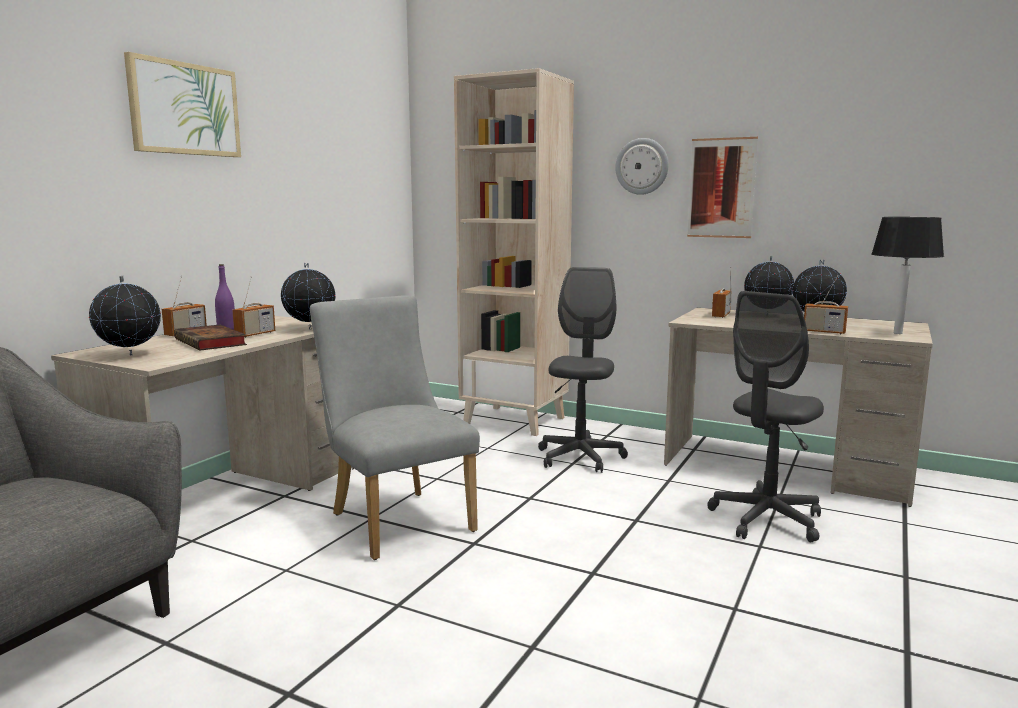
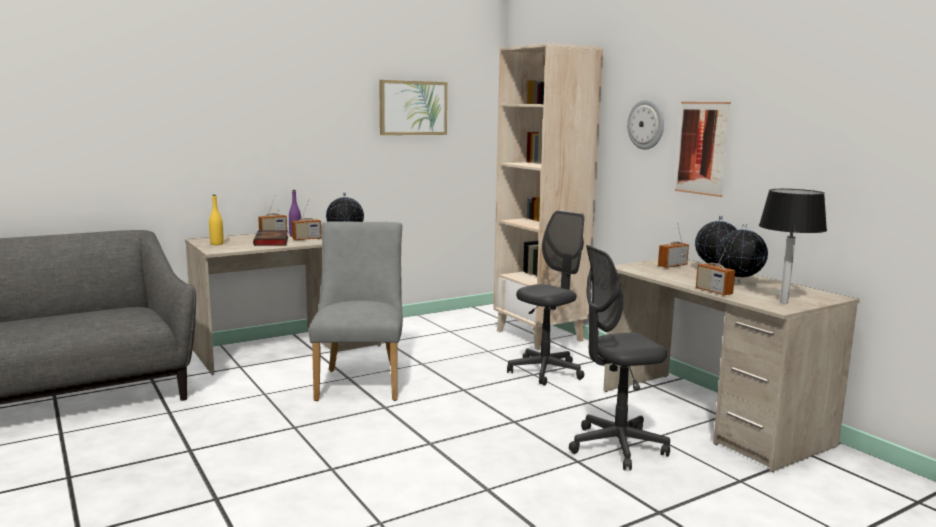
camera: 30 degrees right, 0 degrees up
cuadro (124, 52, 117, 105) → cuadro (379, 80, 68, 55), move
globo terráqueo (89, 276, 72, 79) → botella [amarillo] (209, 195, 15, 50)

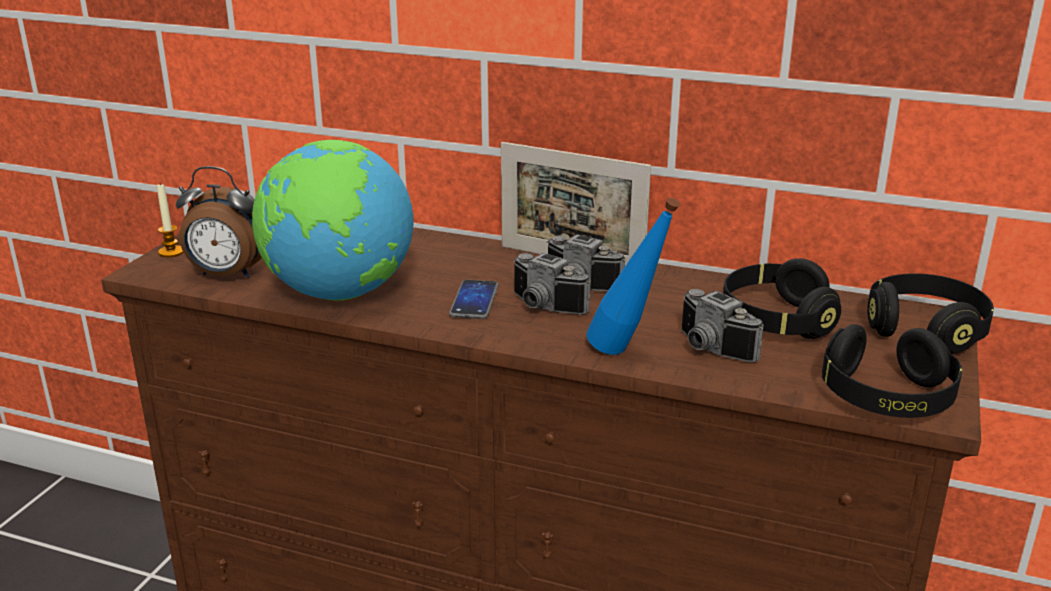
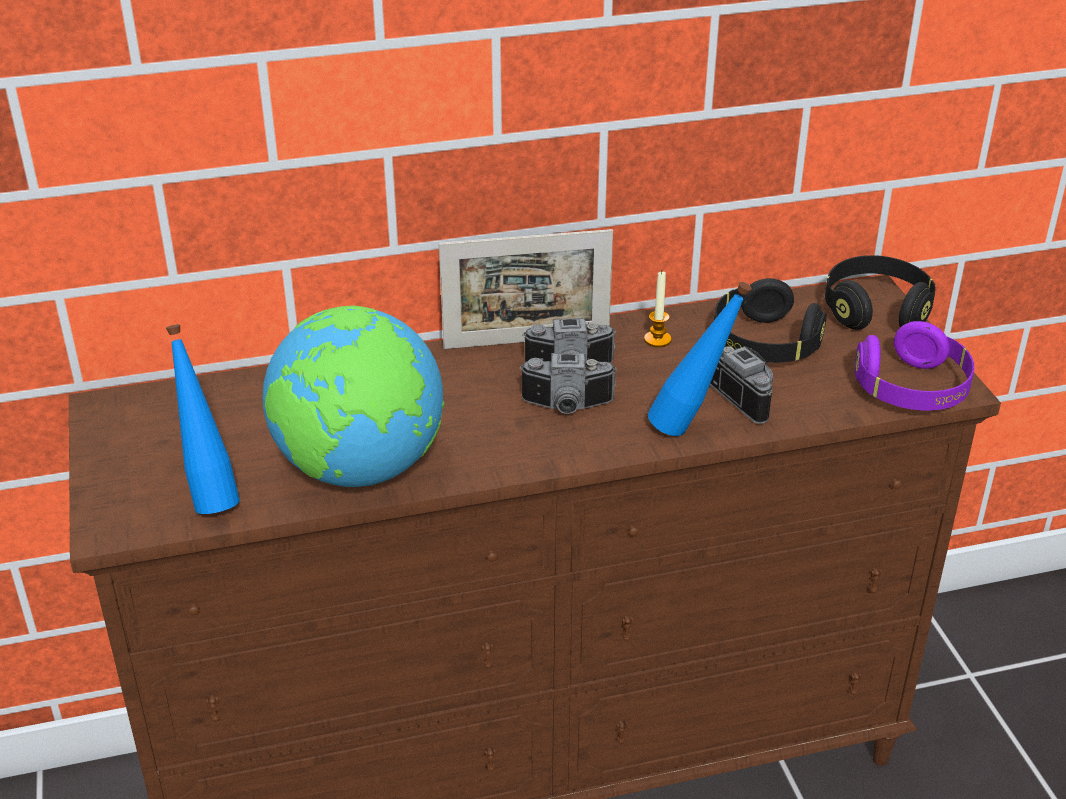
camera: 35 degrees left, 10 degrees up
móvil (449, 280, 49, 39) → -
vela (157, 184, 27, 73) → vela (644, 272, 28, 75), move
despertador (176, 166, 86, 112) → botella [azul] (166, 324, 74, 190)
auriculares [negro] (822, 324, 140, 94) → auriculares [morado] (855, 321, 120, 90)
cámara (681, 289, 83, 73) → cámara (710, 346, 63, 78), 135 degrees counterclockwise

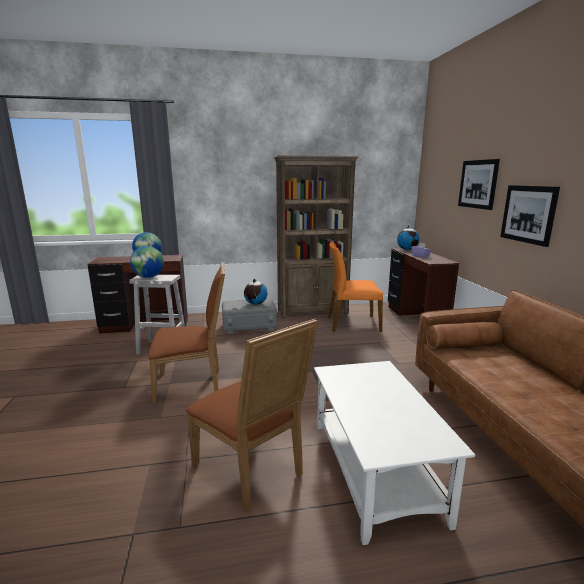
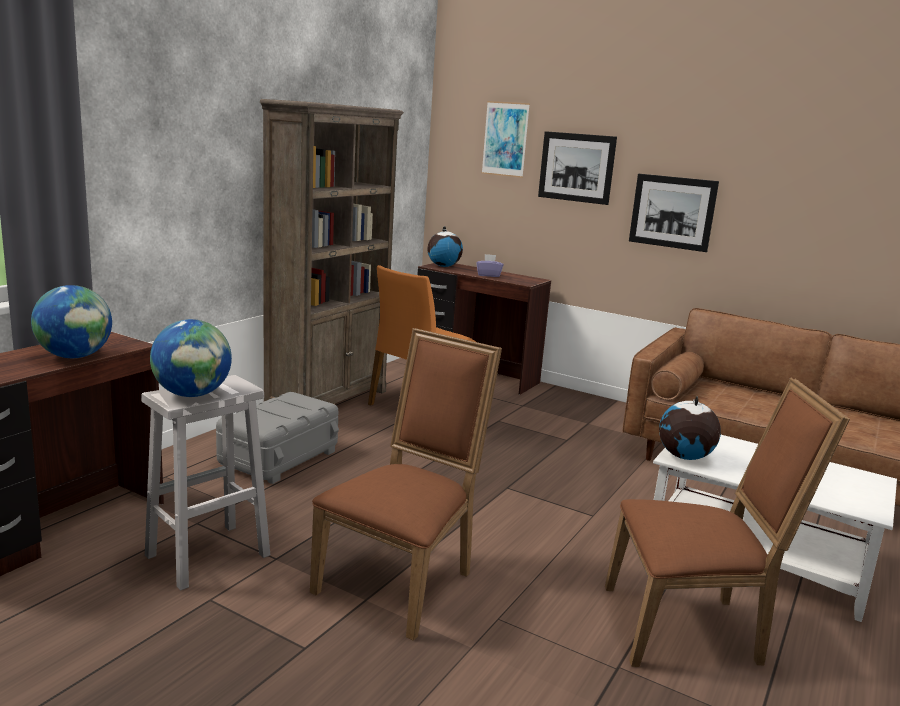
camera: 50 degrees left, 0 degrees up
- → cuadro (482, 101, 48, 77)
globo terráqueo (244, 279, 24, 26) → globo terráqueo (659, 395, 62, 65), move

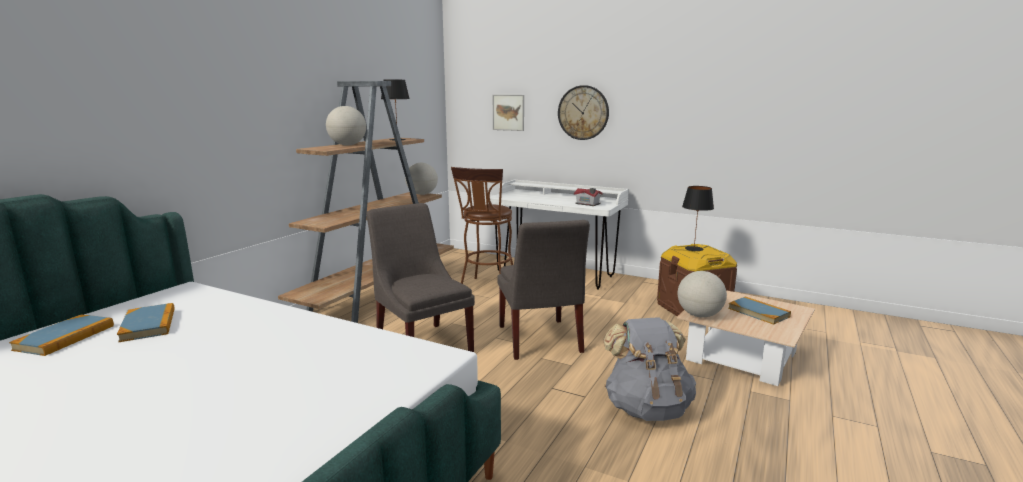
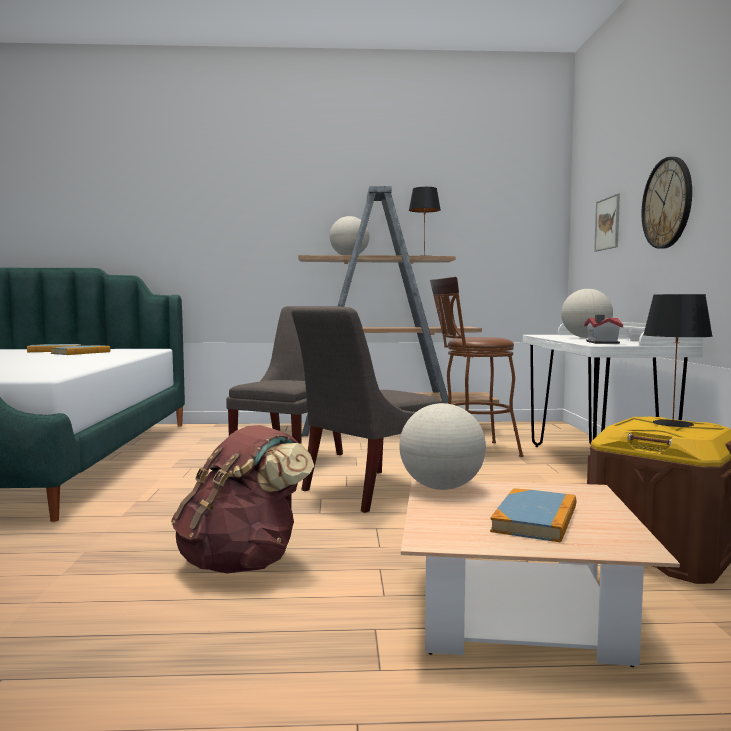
camera: 60 degrees right, 10 degrees down
globo terráqueo (405, 163, 33, 32) → globo terráqueo (561, 289, 52, 49), move
mochila [gris] (604, 317, 92, 104) → mochila [marrón] (171, 425, 143, 148)

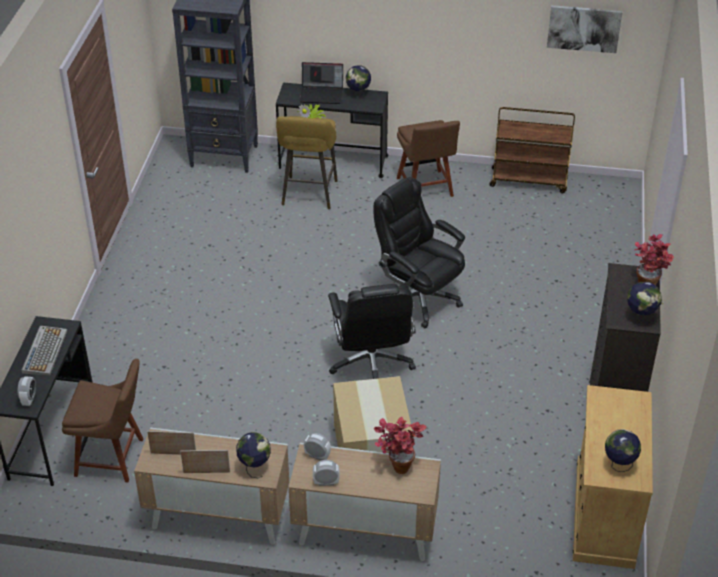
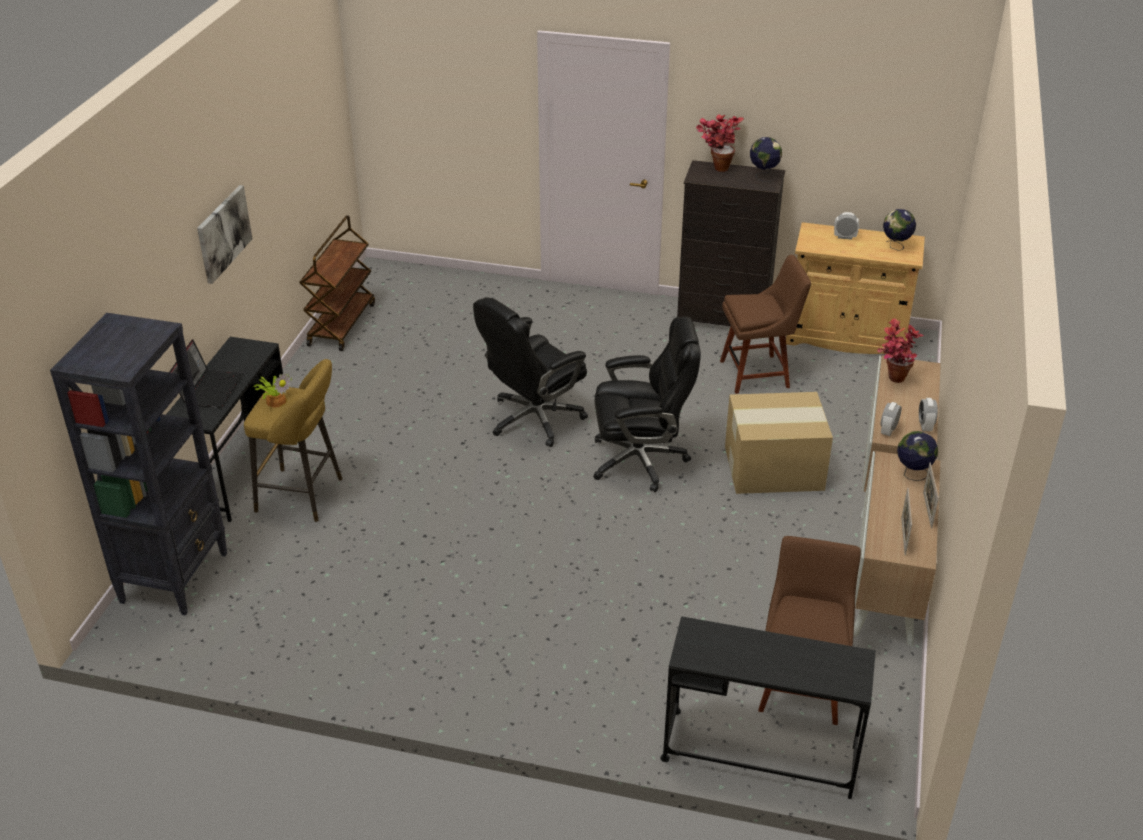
camera: 85 degrees left, 5 degrees down
teclado (21, 326, 46, 50) → -
globo terráqueo (346, 65, 25, 32) → -
despertador (18, 377, 18, 29) → despertador (834, 212, 25, 28), move
silla [marrón] (397, 120, 63, 77) → silla [marrón] (720, 255, 91, 139), move
cuadro (547, 5, 75, 48) → cuadro (197, 185, 55, 99), move

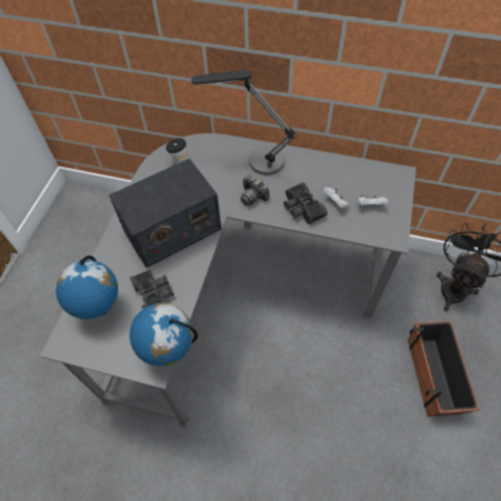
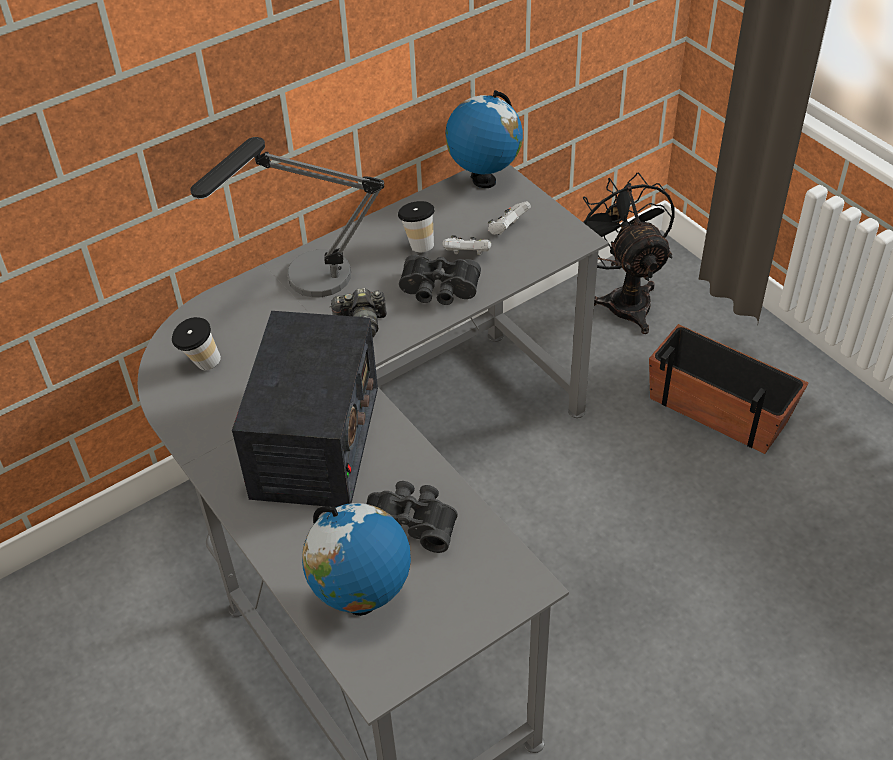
camera: 50 degrees left, 10 degrees down
- → taza (398, 201, 36, 51)
globo terráqueo (129, 303, 69, 63) → globo terráqueo (445, 90, 78, 98), move

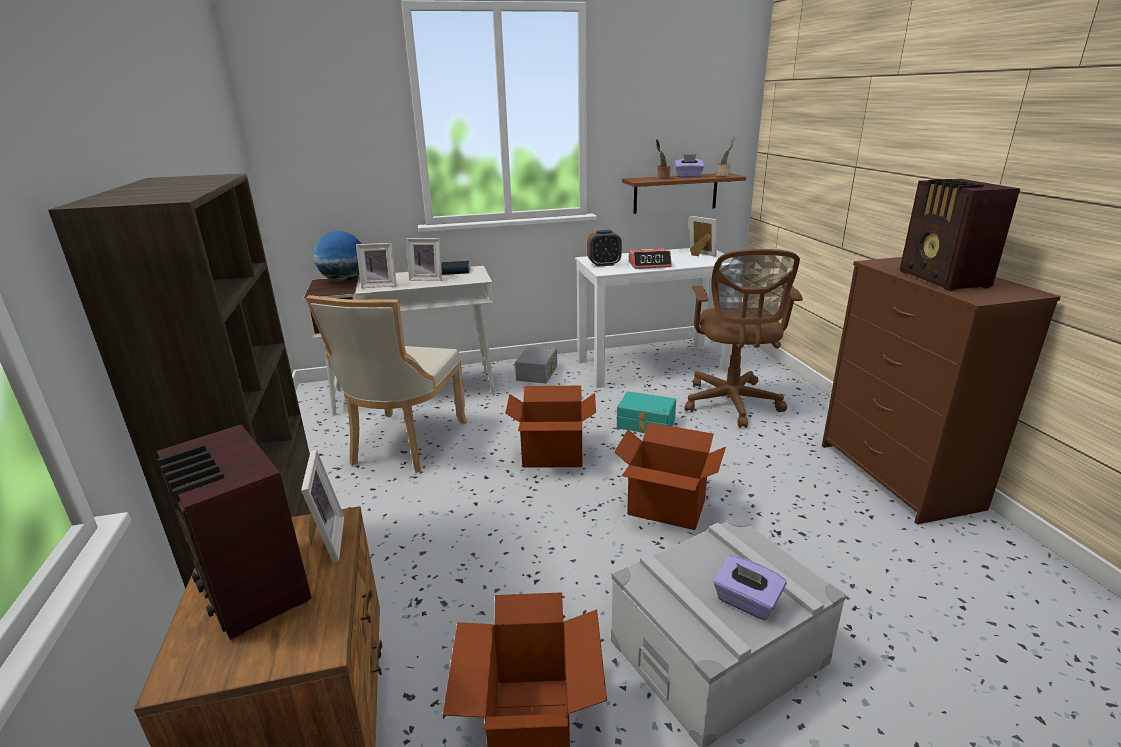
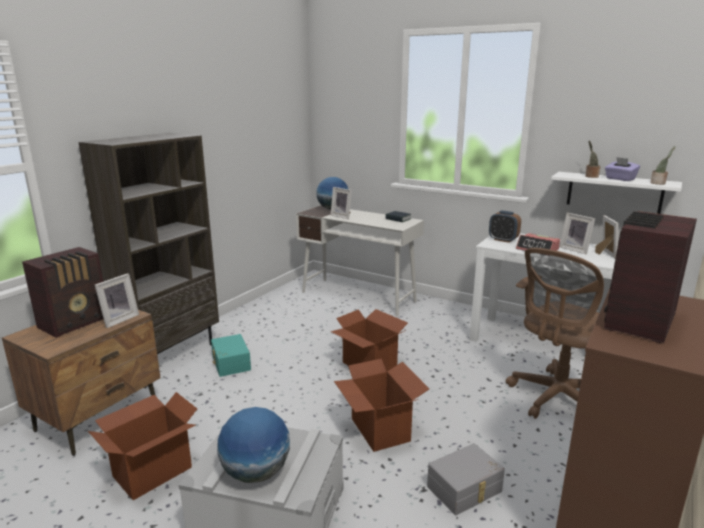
camera: 45 degrees right, 5 degrees down
silla [beis] (306, 295, 162, 178) → -
portarretratos (406, 238, 36, 43) → portarretratos (559, 213, 36, 41), move
caja de almacenaje [gris] (515, 346, 42, 37) → caja de almacenaje [gris] (427, 443, 78, 72), move
caja de almacenaje [turquesa] (617, 391, 59, 42) → caja de almacenaje [turquesa] (211, 334, 40, 43), move
caja de pañuelos [morado] (713, 555, 74, 65) → globo terráqueo (217, 407, 73, 76)
estante [marrón] (622, 173, 124, 41) → estante [blanco] (551, 172, 131, 42)
radio (157, 425, 155, 215) → radio (22, 247, 82, 91), 150 degrees counterclockwise

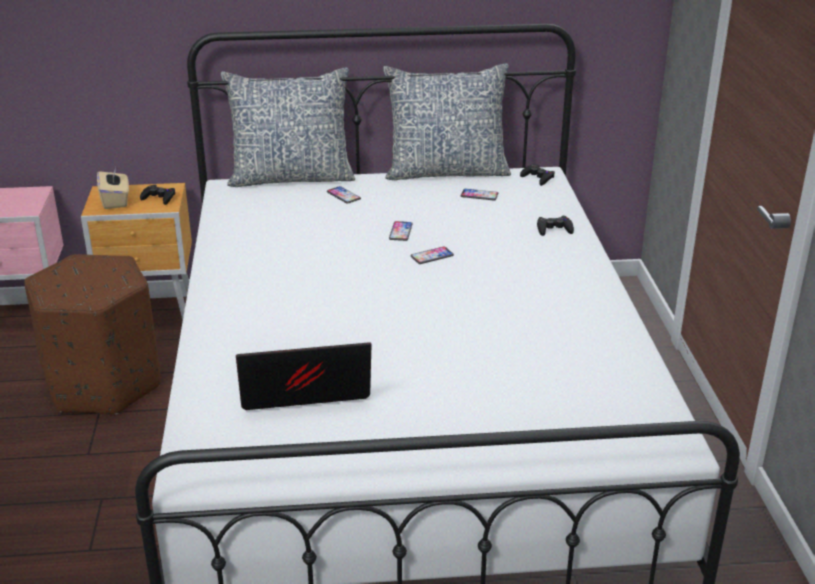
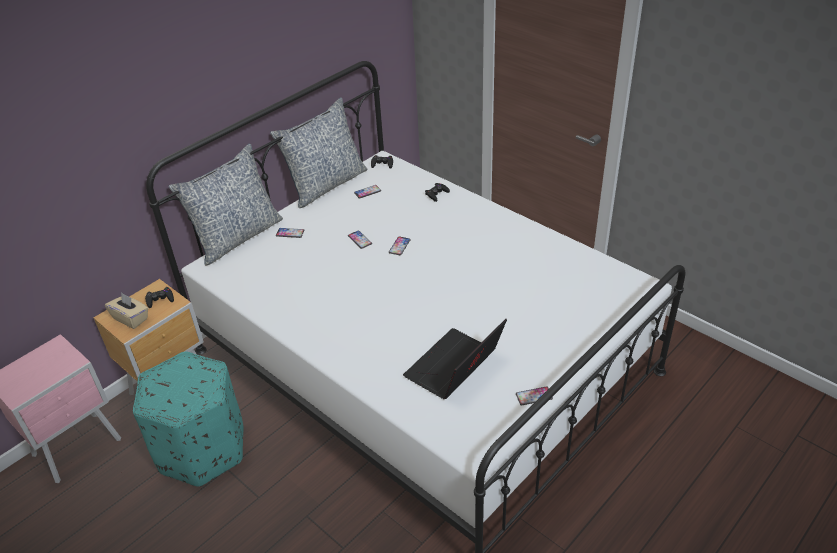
camera: 40 degrees left, 10 degrees up
- → móvil (516, 386, 37, 20)
puf [marrón] (24, 254, 137, 160) → puf [turquesa] (133, 352, 111, 135)

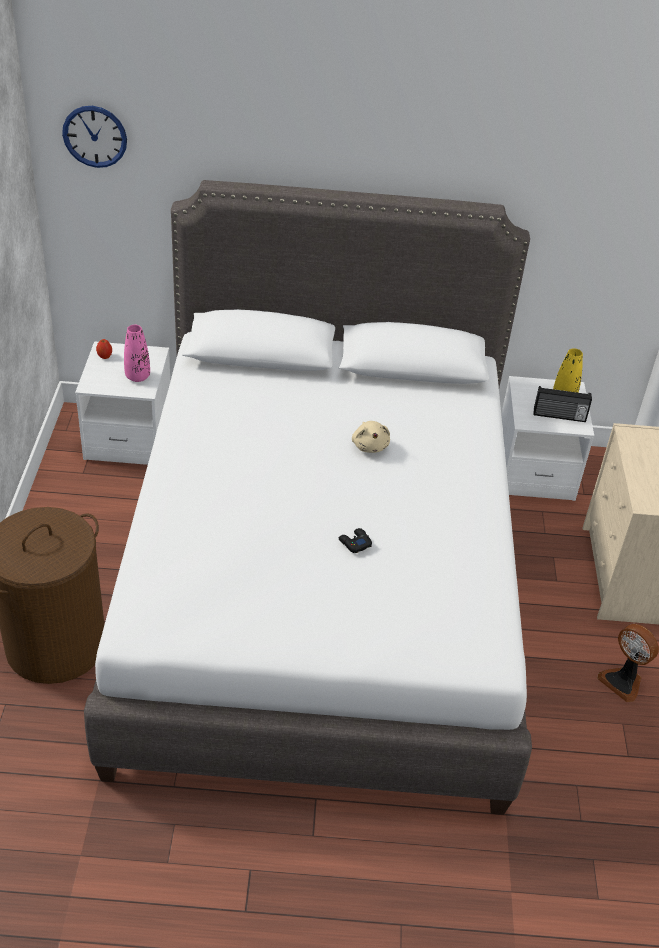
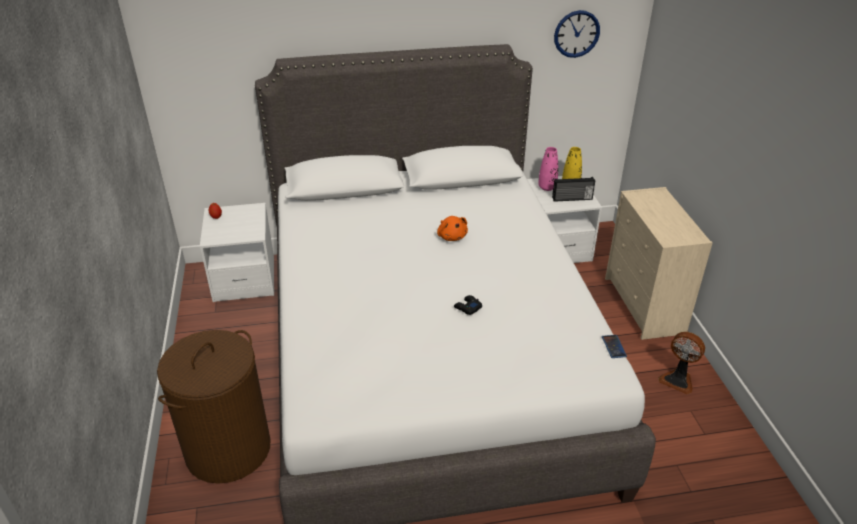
camera: 10 degrees left, 5 degrees down
- → móvil (602, 335, 25, 23)
reloj de pared (62, 106, 65, 62) → reloj de pared (554, 10, 46, 48), move
florero [rosa] (124, 325, 26, 57) → florero [rosa] (538, 147, 20, 44), move
peluche [beis] (352, 421, 38, 32) → peluche [naranja] (437, 216, 31, 25)

